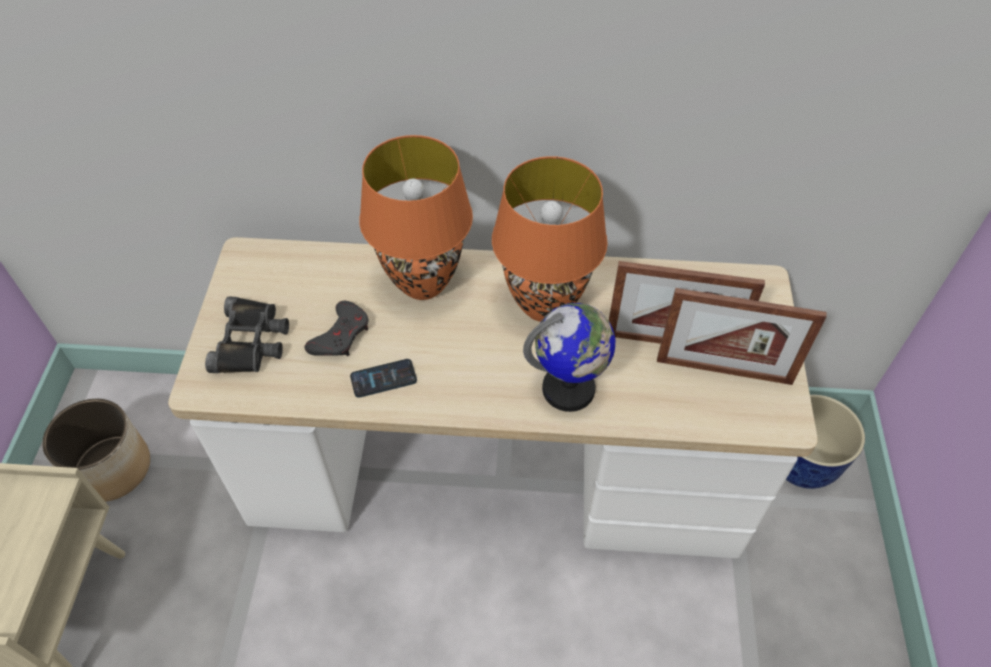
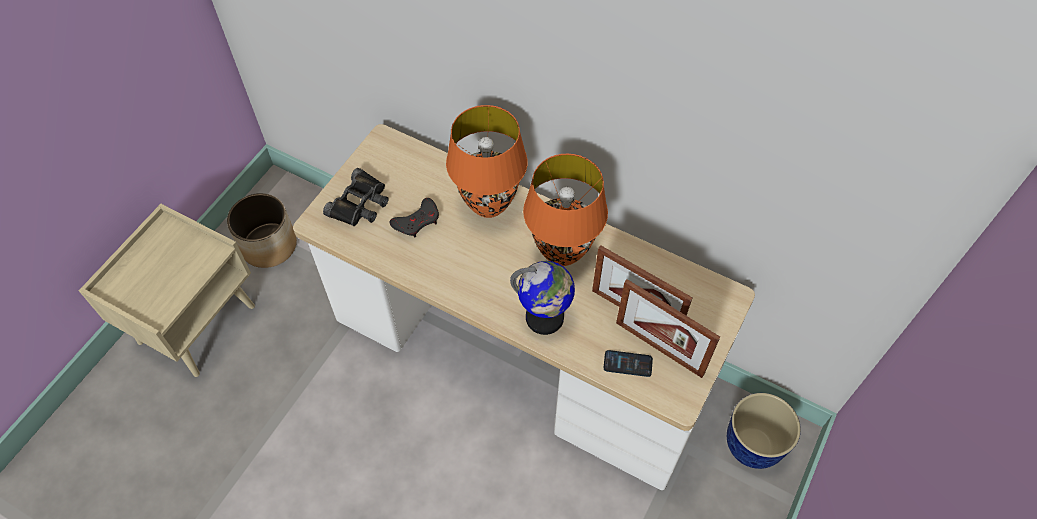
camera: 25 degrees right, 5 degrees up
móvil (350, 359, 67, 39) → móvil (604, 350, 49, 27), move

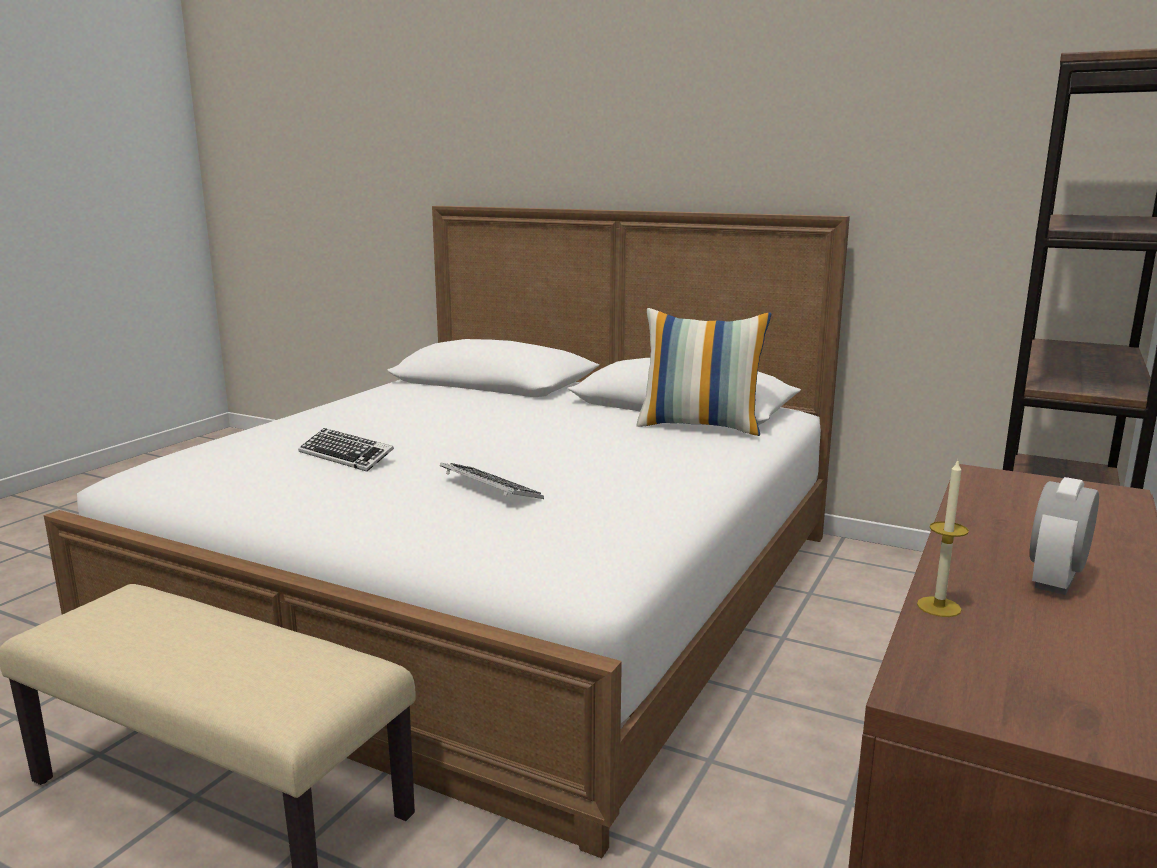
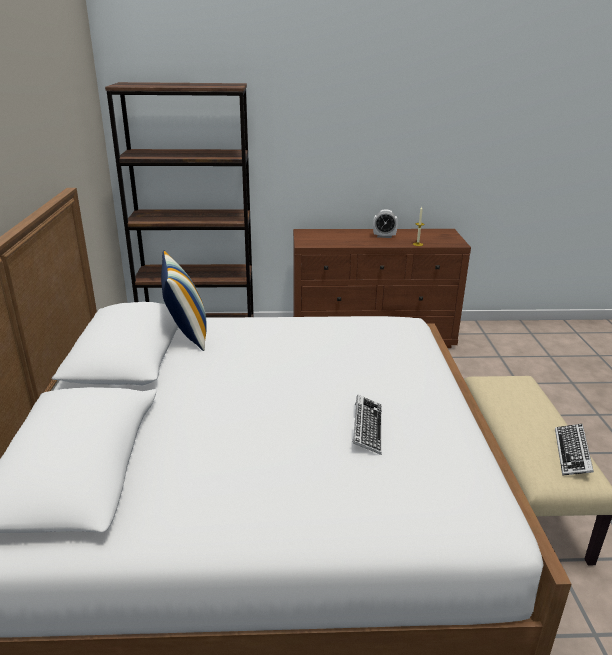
camera: 120 degrees left, 10 degrees up
teclado (440, 462, 104, 37) → teclado (555, 424, 39, 52), move

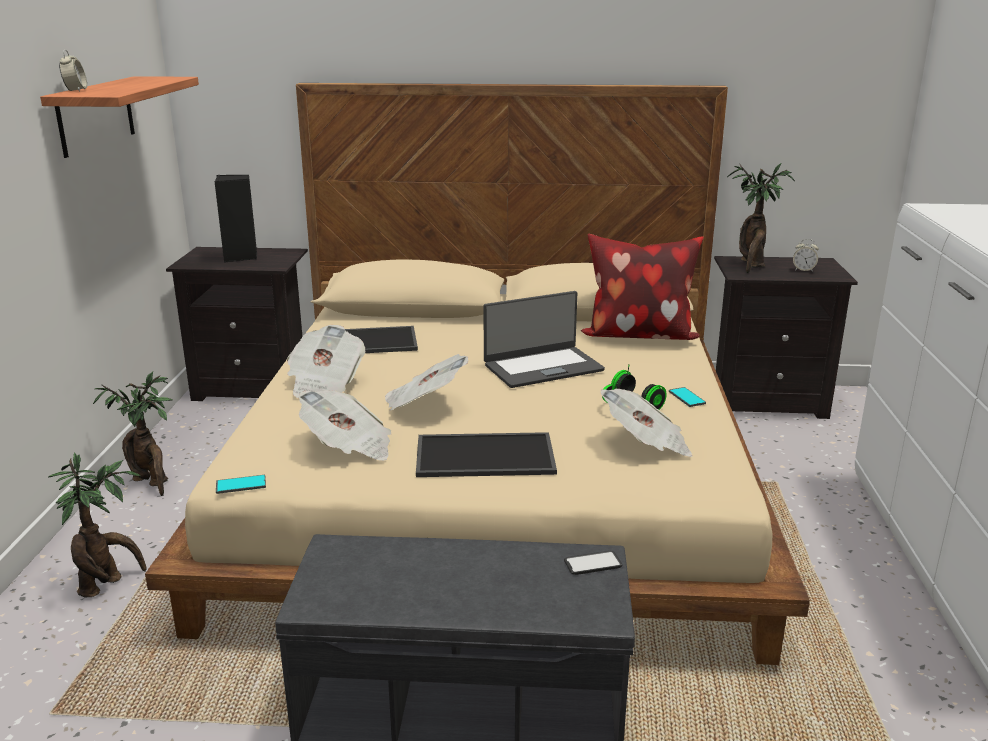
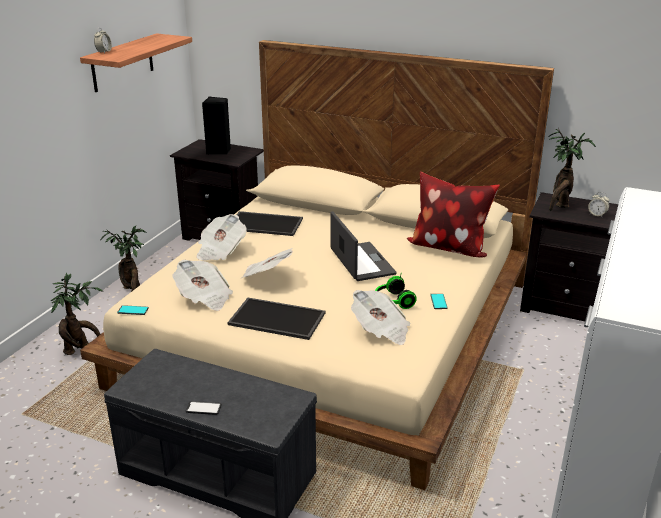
camera: 20 degrees right, 5 degrees up
móvil (564, 551, 58, 24) → móvil (186, 401, 36, 14), move
portátil (484, 291, 121, 97) → portátil (331, 211, 66, 70), 105 degrees counterclockwise

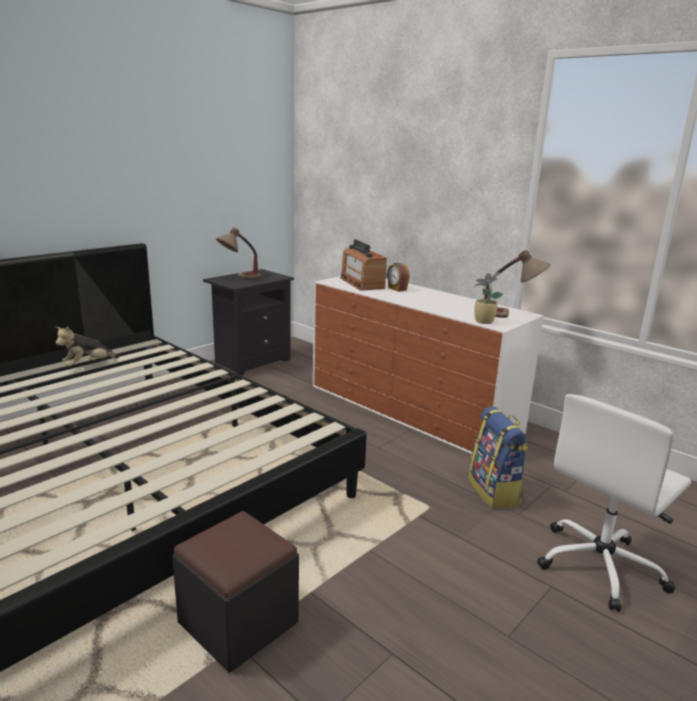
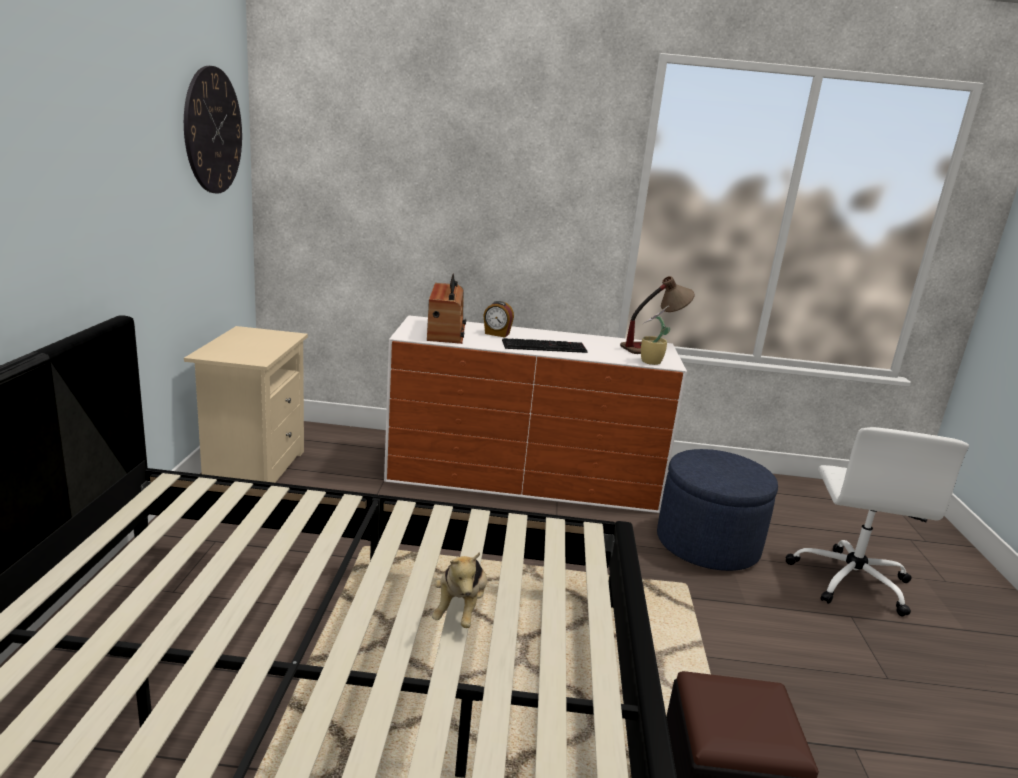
camera: 40 degrees left, 0 degrees up
lámpara de mesa (216, 227, 46, 52) → -
- → reloj de pared (184, 66, 58, 128)
- → teclado (502, 338, 86, 15)
peluche (55, 326, 64, 41) → peluche (432, 552, 55, 76), move
mochila (468, 407, 60, 102) → puf [azul] (657, 449, 121, 122)
mesita de noche [negro] (203, 269, 91, 107) → mesita de noche [beis] (184, 326, 124, 157)
radio (340, 239, 47, 52) → radio (427, 274, 39, 70), 120 degrees counterclockwise

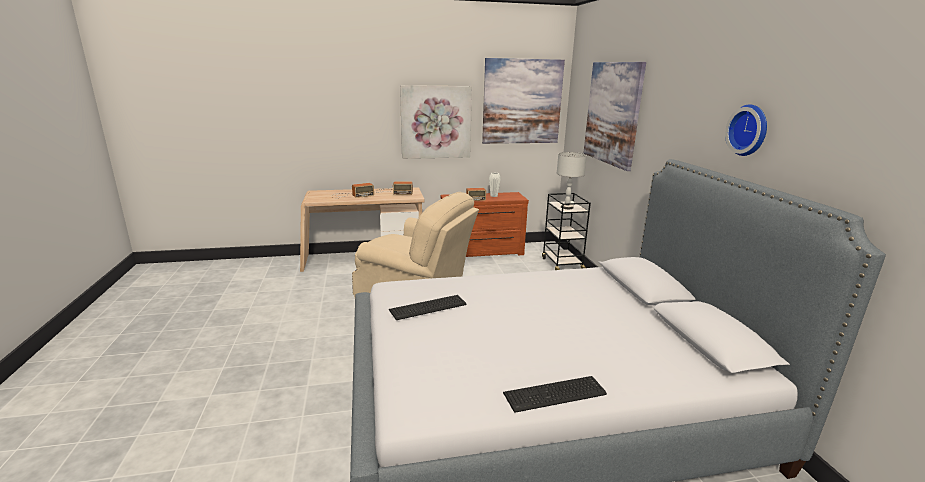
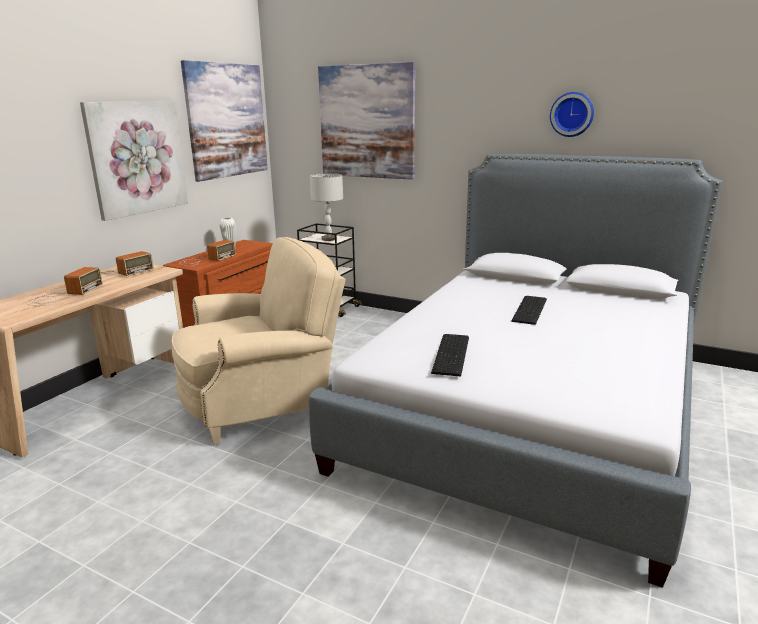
camera: 50 degrees left, 0 degrees up
teclado (503, 376, 104, 37) → teclado (511, 296, 36, 29), move

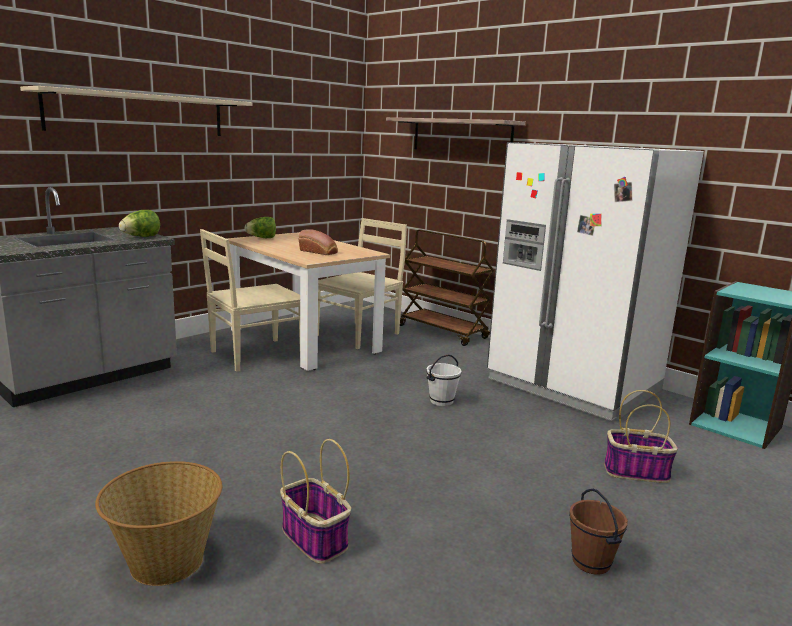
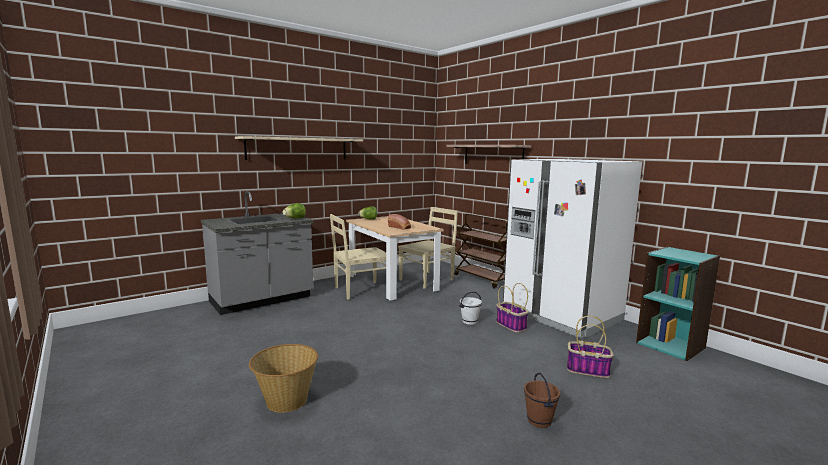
camera: 10 degrees right, 5 degrees down
cesta (280, 439, 71, 125) → cesta (496, 283, 33, 49), move

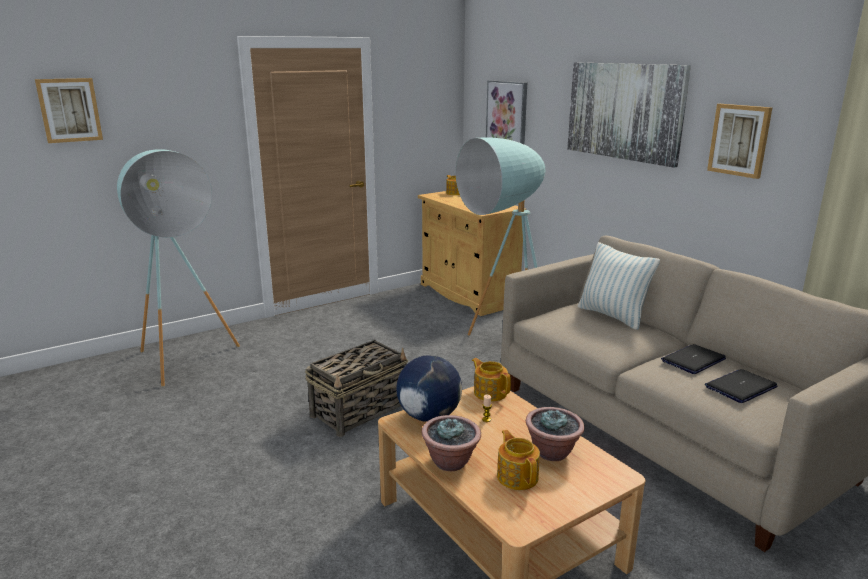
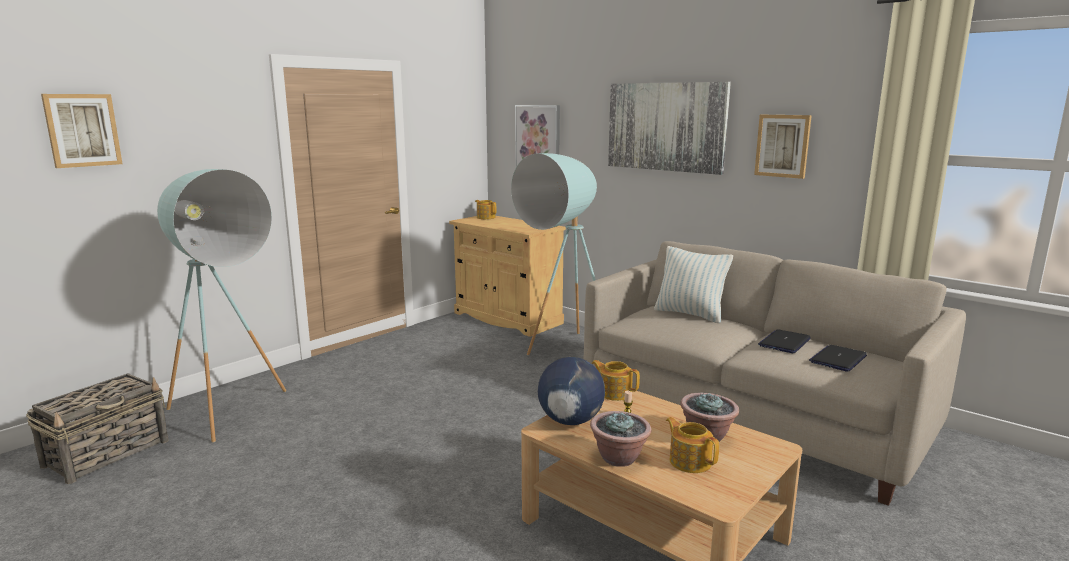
camera: 15 degrees left, 5 degrees down
cesta (305, 340, 103, 97) → cesta (26, 373, 142, 111), move

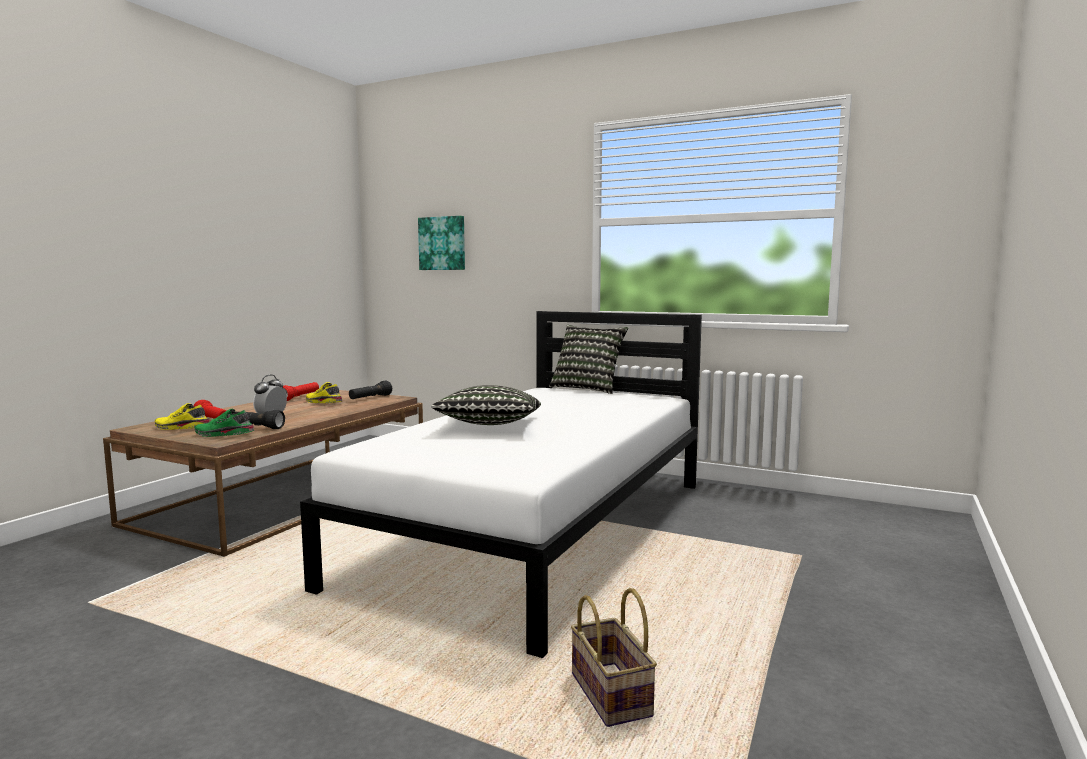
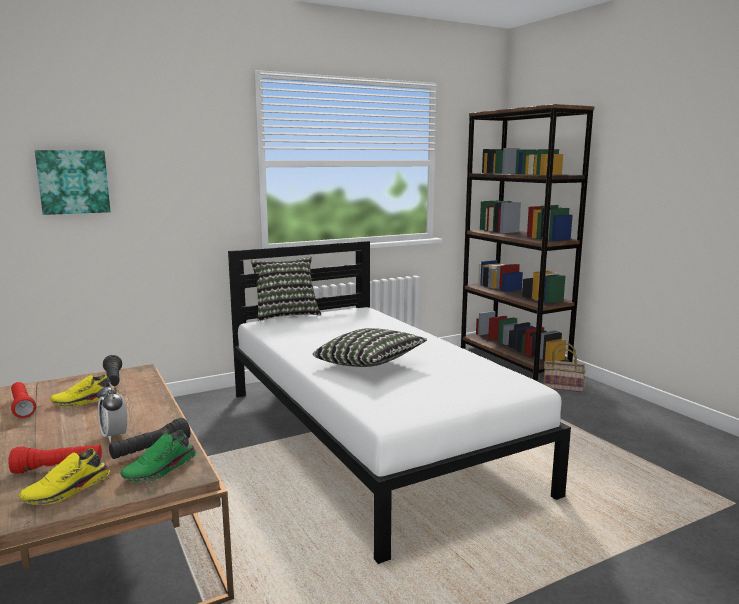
camera: 55 degrees left, 5 degrees up
- → estantería [marrón] (461, 104, 133, 277)
cesta (571, 588, 86, 139) → cesta (543, 343, 43, 50), move

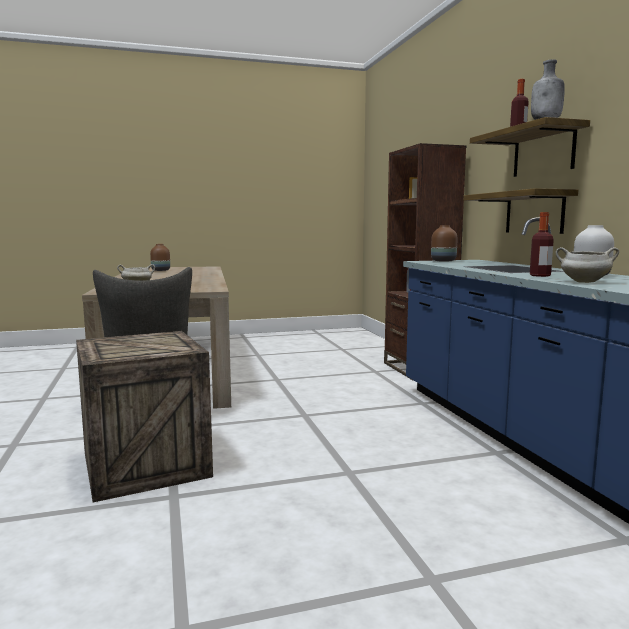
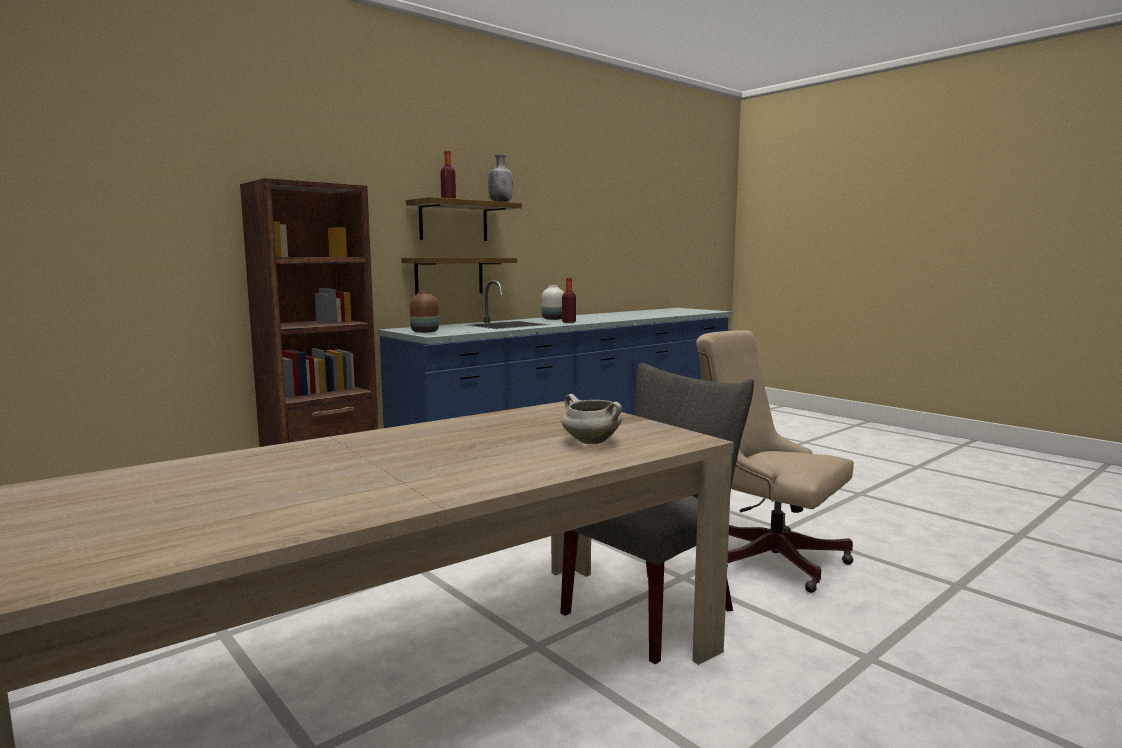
camera: 115 degrees left, 0 degrees up
florero [marrón] (150, 244, 20, 27) → -
olla [blanco] (556, 247, 63, 36) → -
caja de embalaje (76, 331, 137, 171) → silla de oficina [beis] (696, 330, 158, 263)

